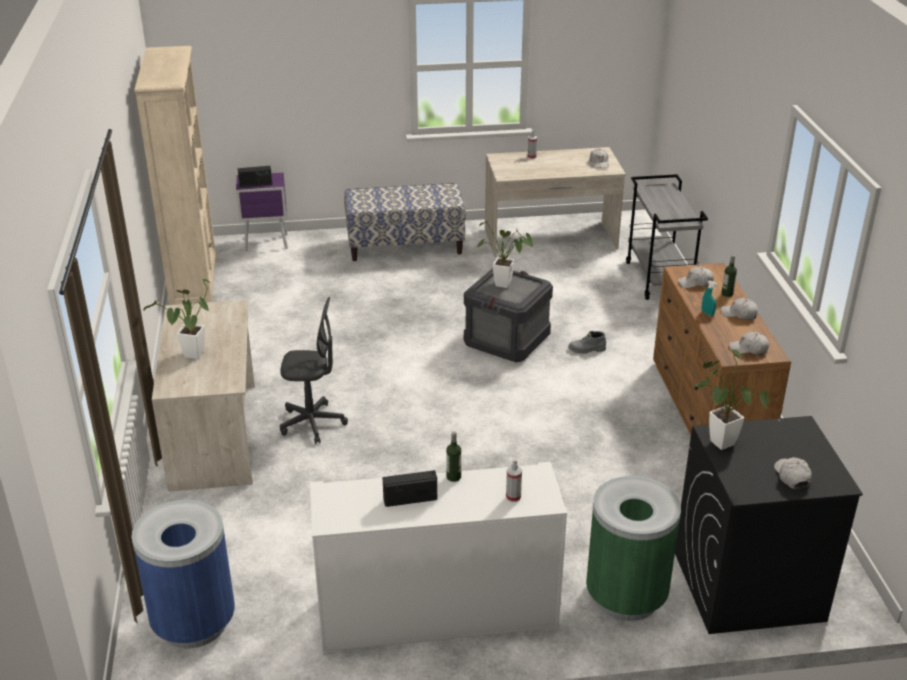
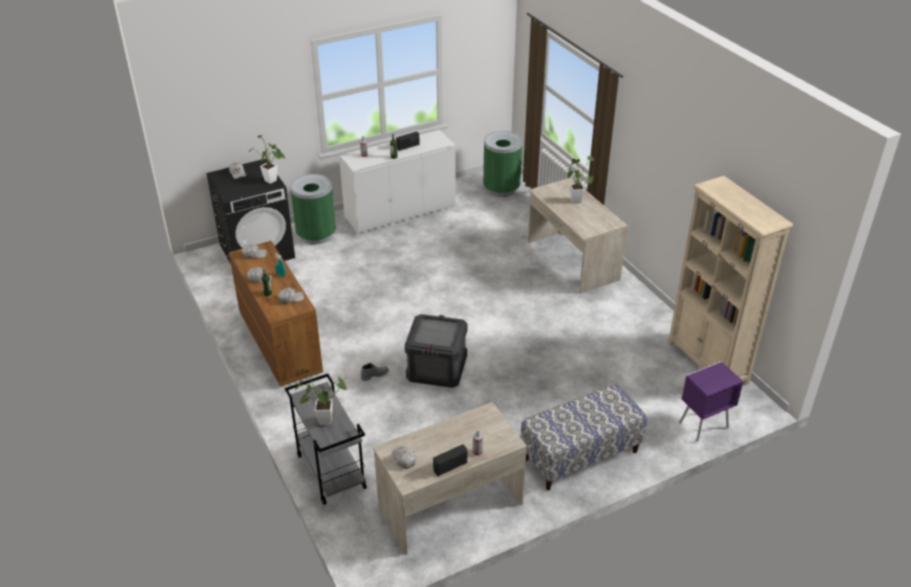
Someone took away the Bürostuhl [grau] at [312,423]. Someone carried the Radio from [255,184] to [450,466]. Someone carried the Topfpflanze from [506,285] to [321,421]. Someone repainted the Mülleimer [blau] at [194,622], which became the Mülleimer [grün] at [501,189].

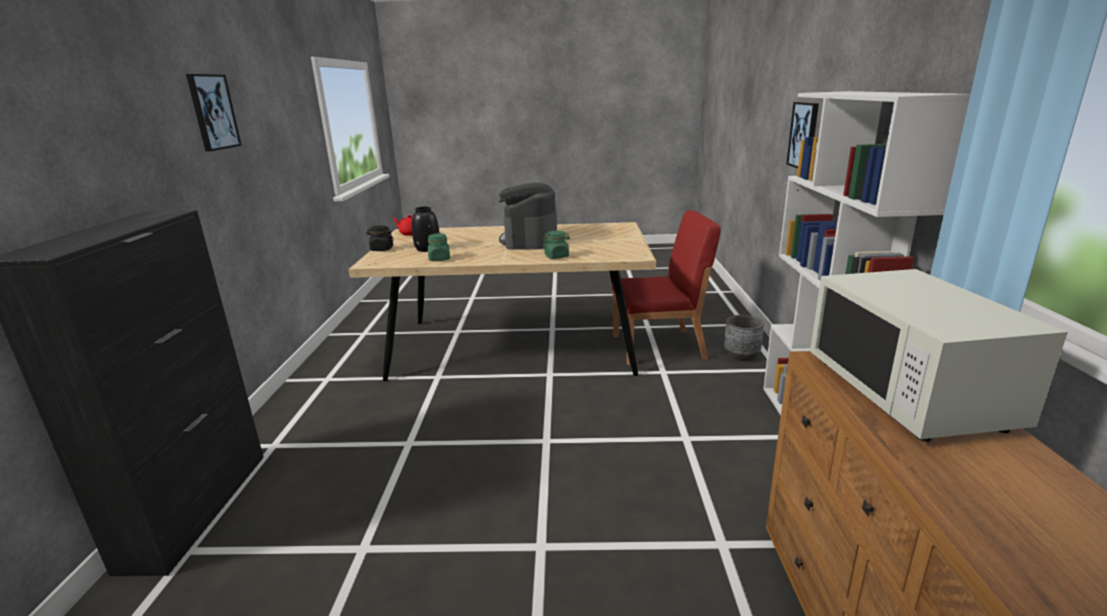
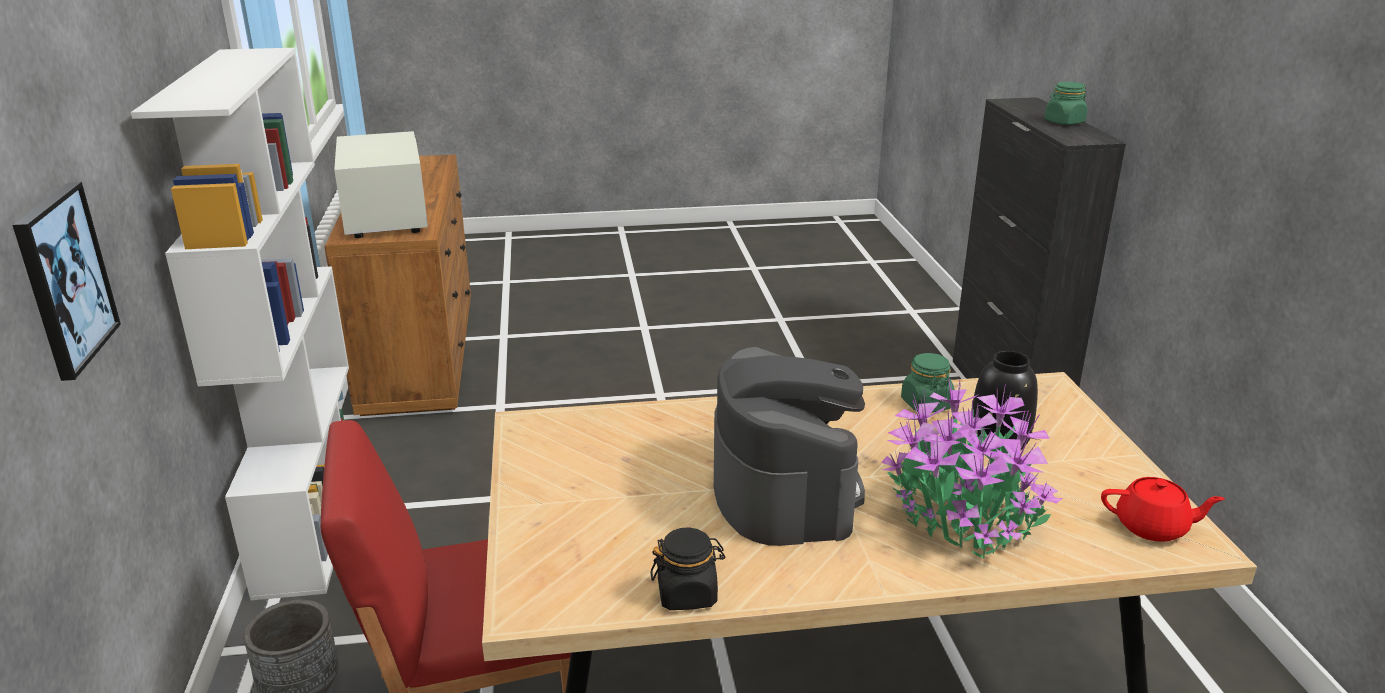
Someone took away the Bild at [212,112]. Someone put down the Topfpflanze at [963,515]. Someone carried the Vorratsglas [schwarz] from [381,249] to [687,594]. Someone carried the Vorratsglas [grün] from [556,256] to [1064,122].

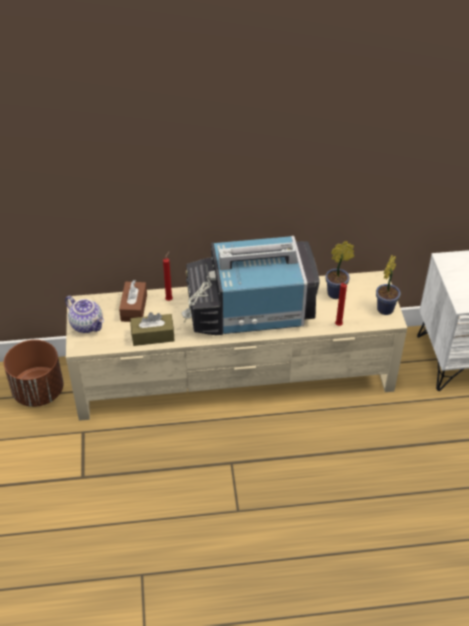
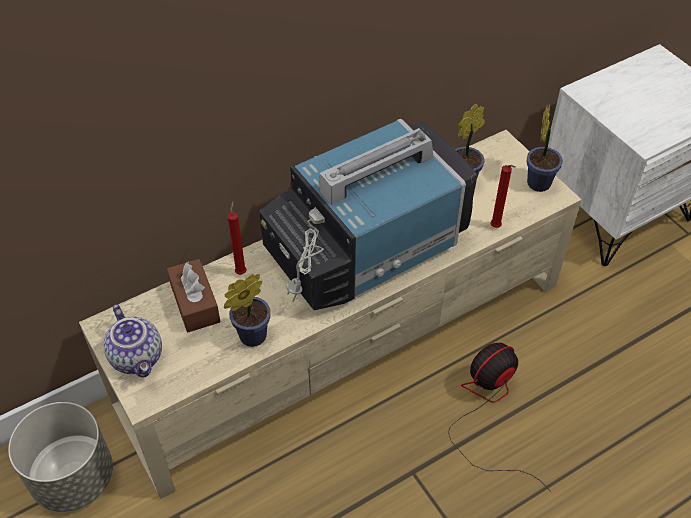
Someone put down the Ventilator at [488,409]. Someone swapped the Taschentuchbox [braun] at [153,336] for the Topfpflanze at [249,337]. Someone repainted the Pflanzkübel [braun] at [39,391], which became the Pflanzkübel [grau] at [74,478]. Someone rotated the Teekanne at [87,325] by 45 degrees clockwise.

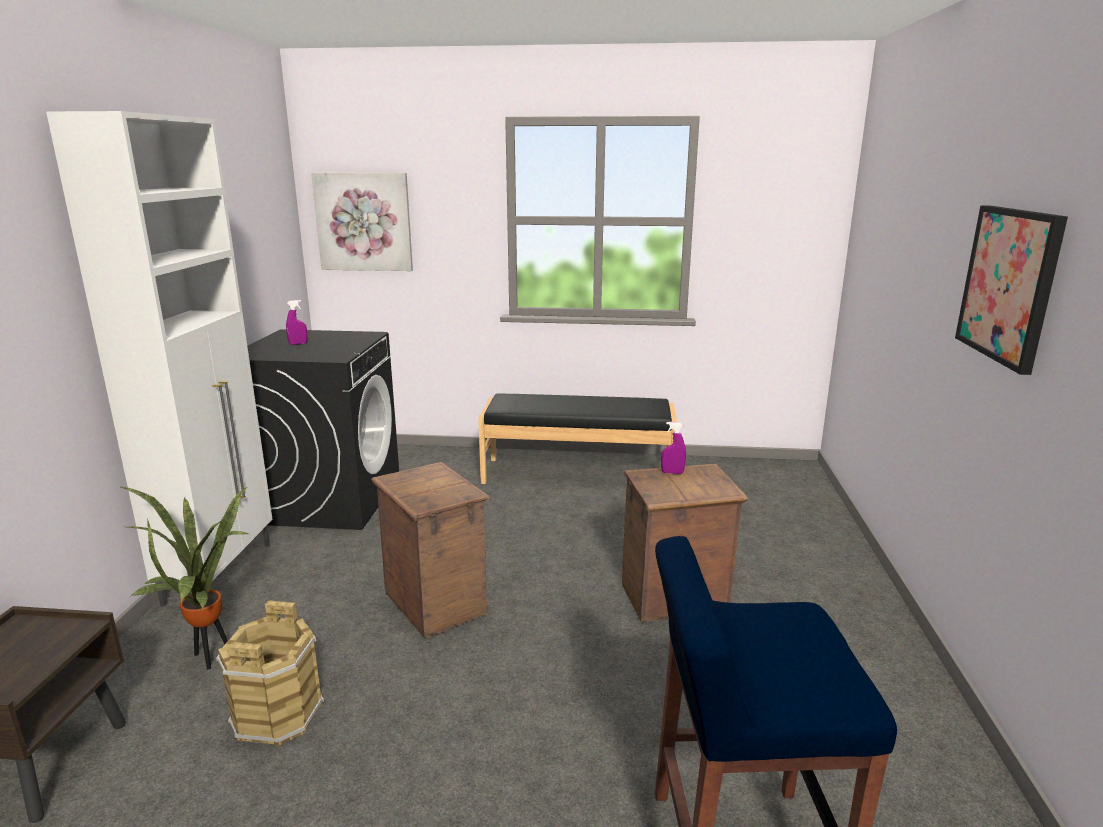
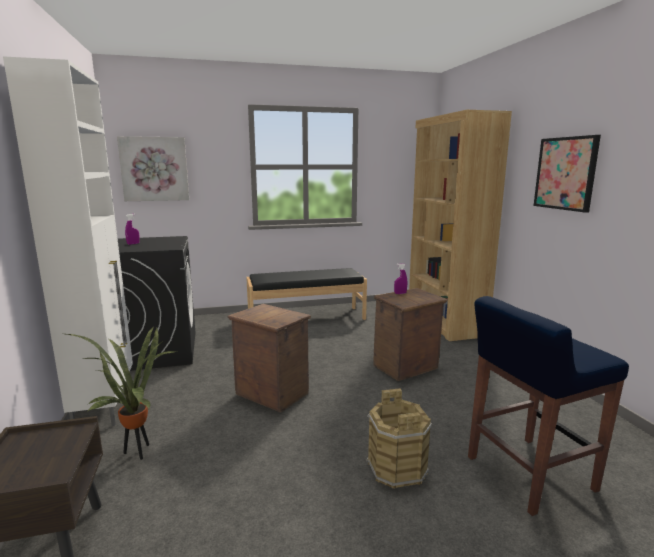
Someone put down the Bücherregal [braun] at [444,322]. Someone carried the Eimer [braun] from [277,714] to [396,468].

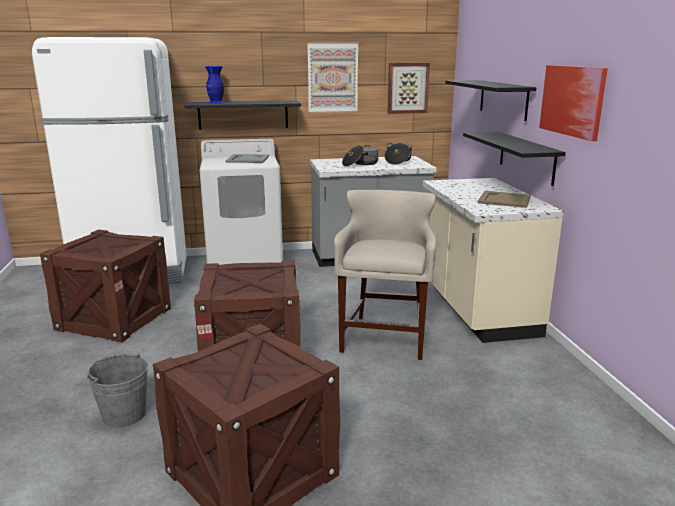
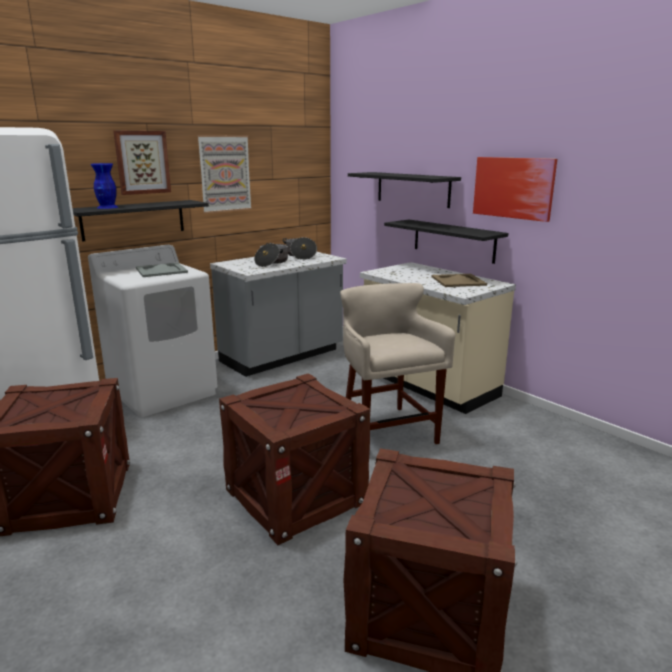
Someone took away the Eimer [grau] at [124,414]. Someone carried the Bild from [407,88] to [142,162].

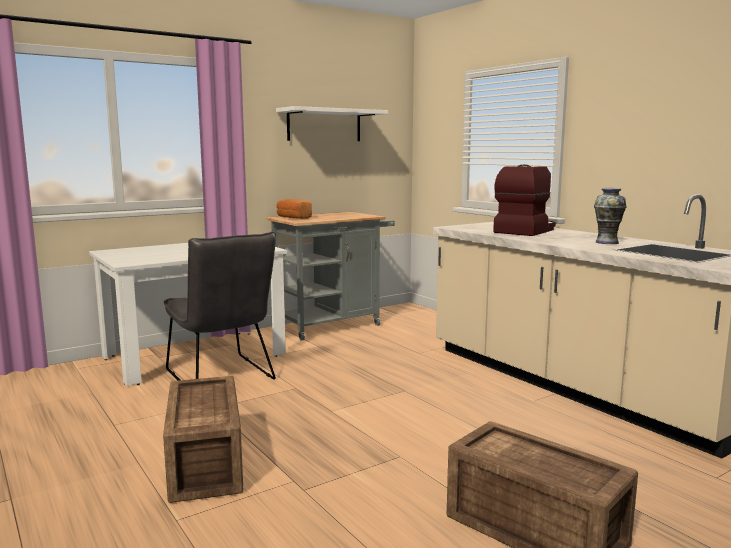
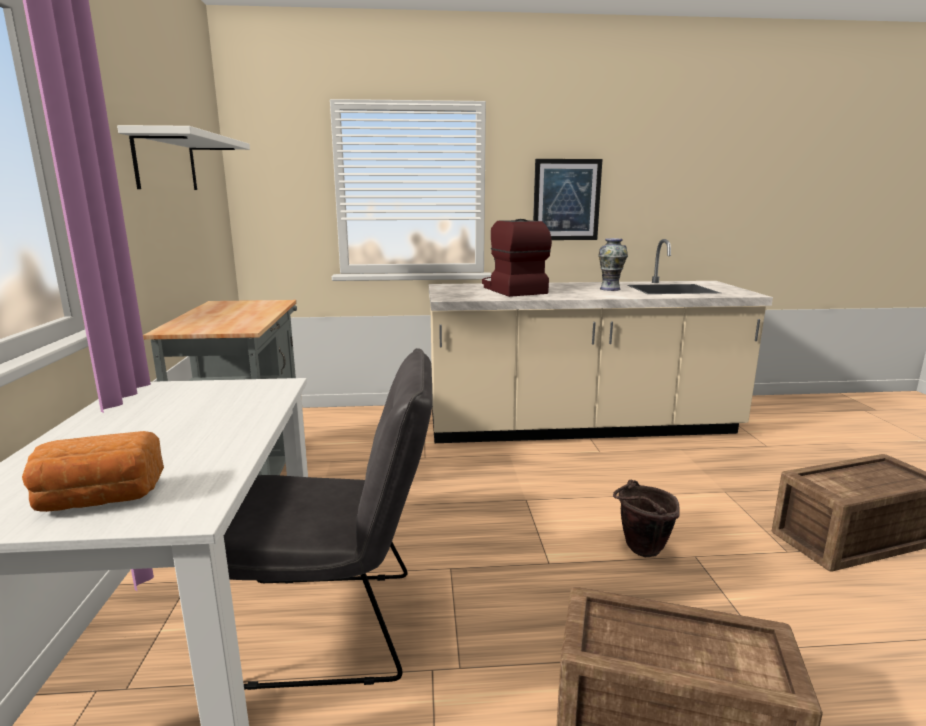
Someone put up the Bild at [566,200]. Someone put down the Eimer [braun] at [640,551]. Someone carried the Brot from [293,218] to [99,499].

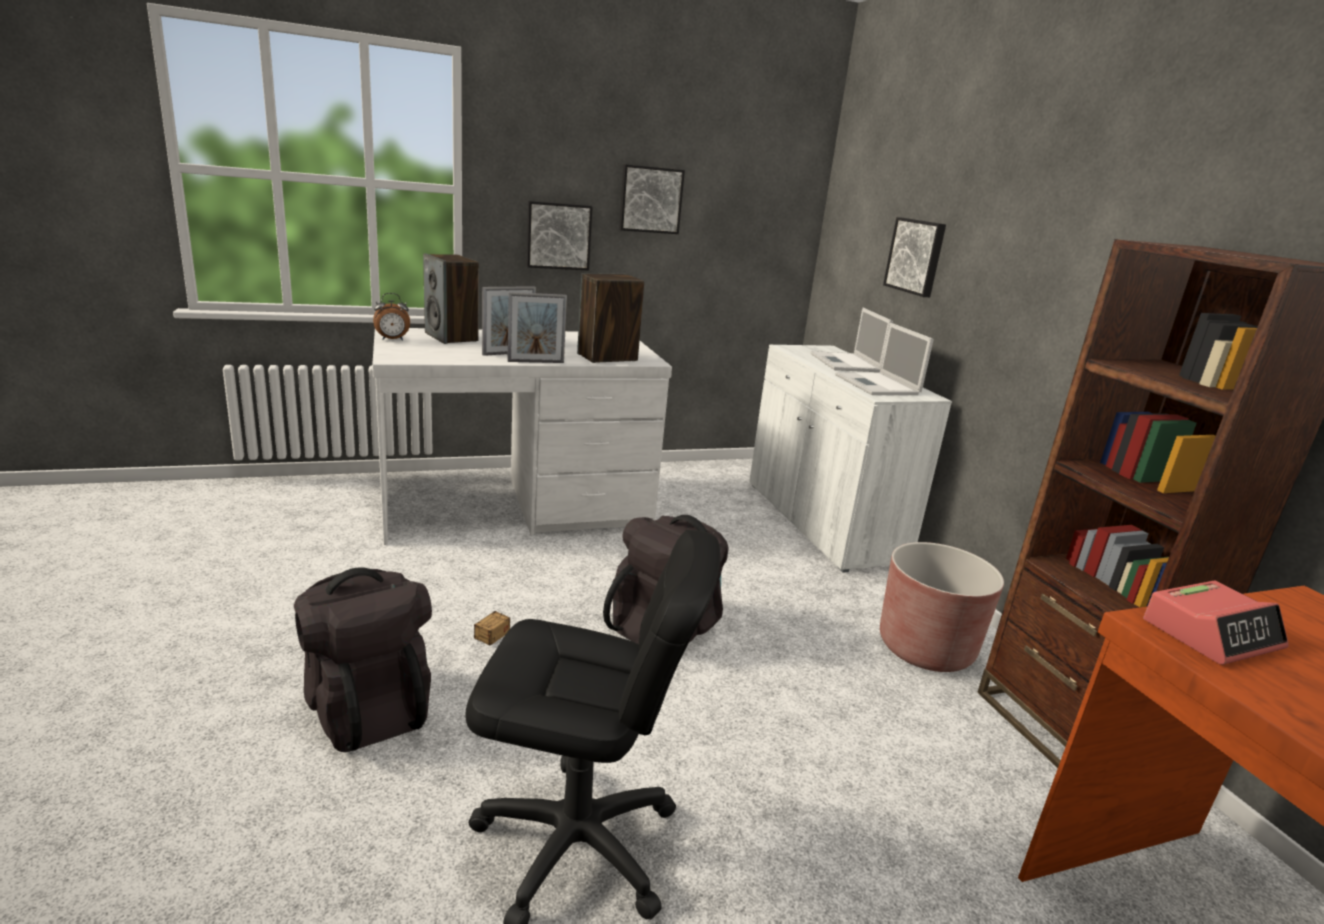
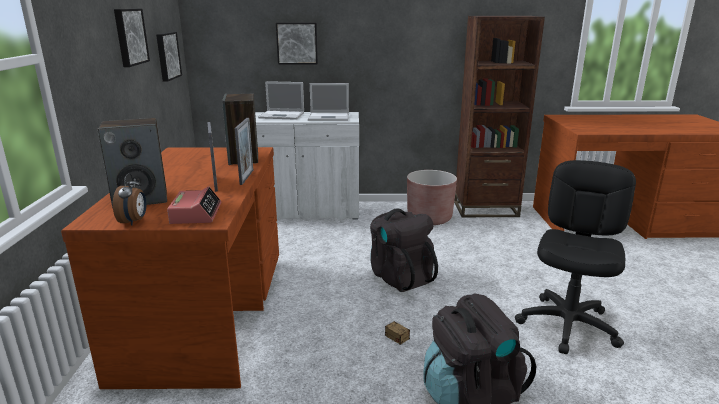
Someone carried the Bild from [558,236] to [167,56]. Someone carried the Wecker from [1211,634] to [196,214]. Someone repainted the Schreibtisch [weiß] at [517,506], which became the Schreibtisch [braun] at [208,312].

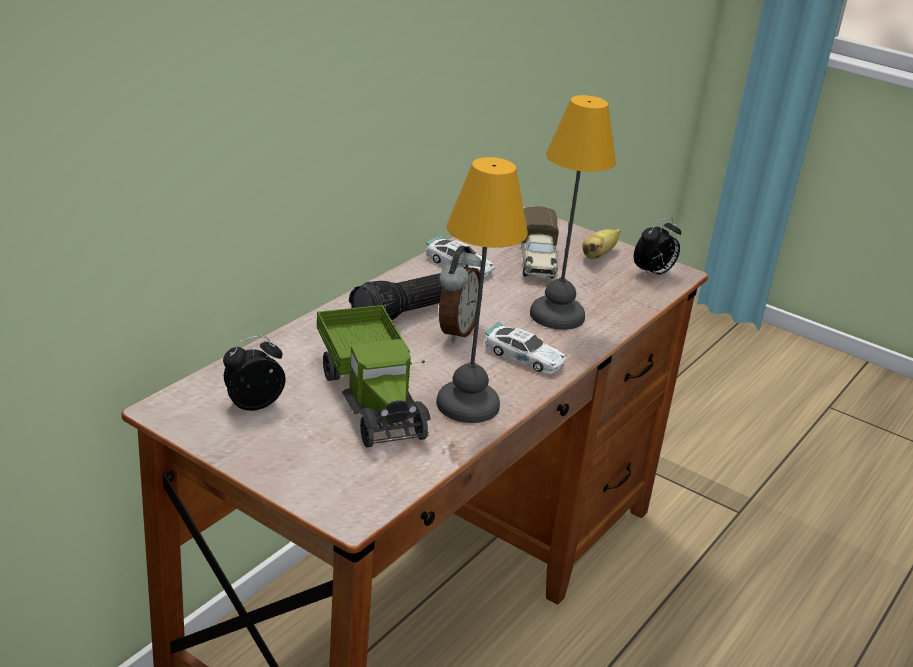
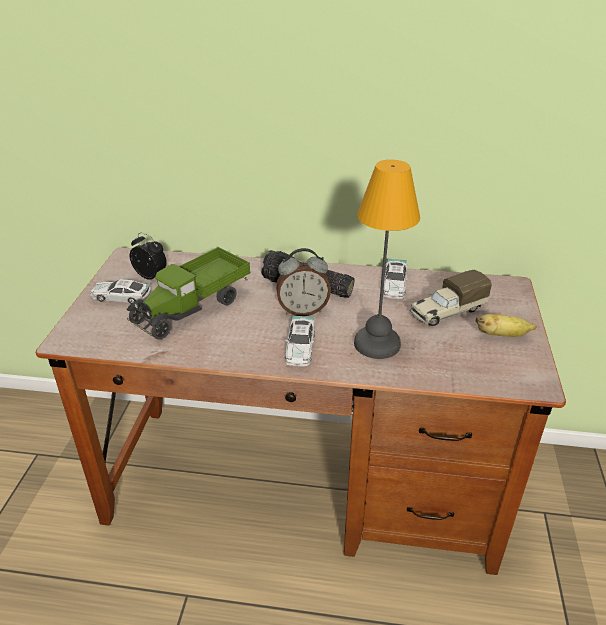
Someone took away the Tischlampe at [468,403]. Someone took away the Wecker at [653,274]. Someone put down the Spielzeugauto at [121,296].

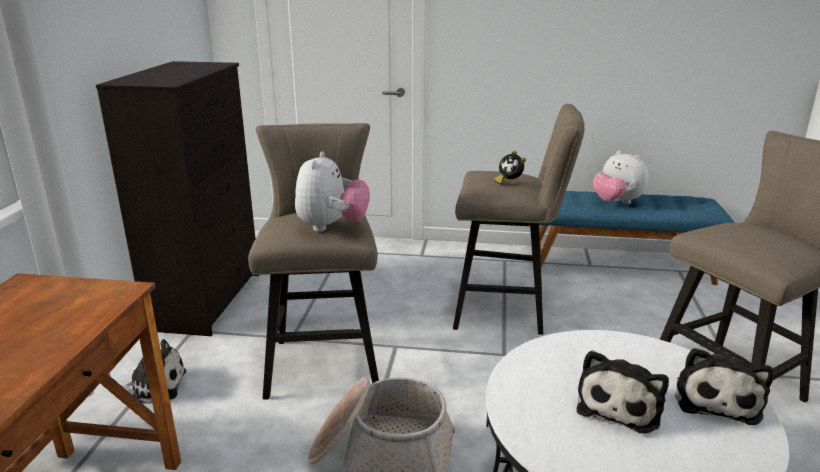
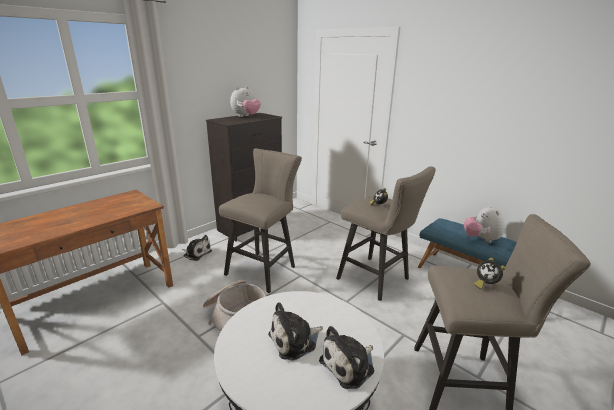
Someone put down the Wecker at [485,284]. Someone carried the Plüschtier from [332,227] to [246,116].

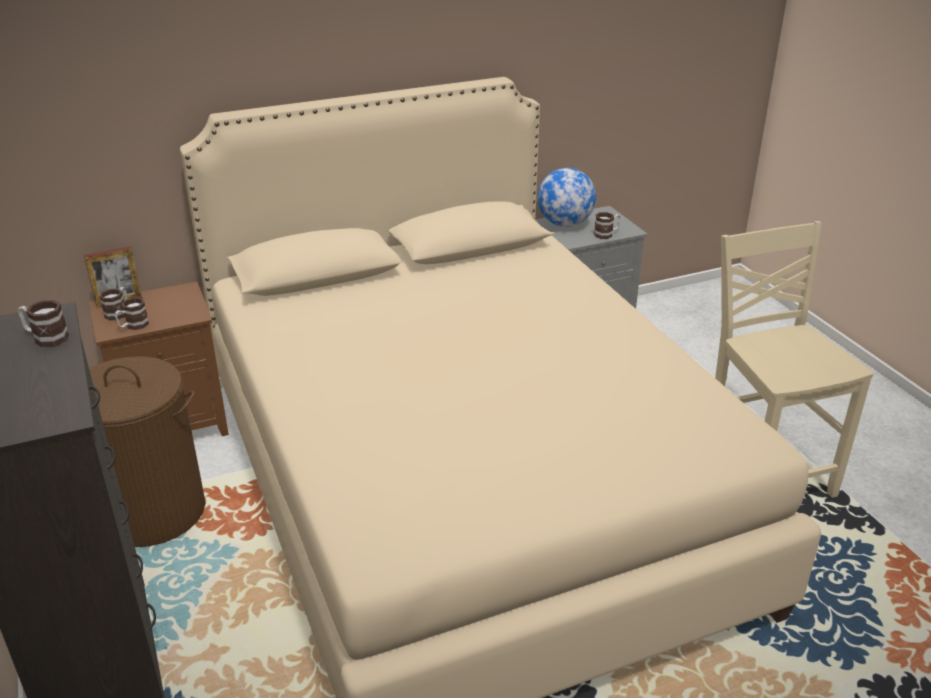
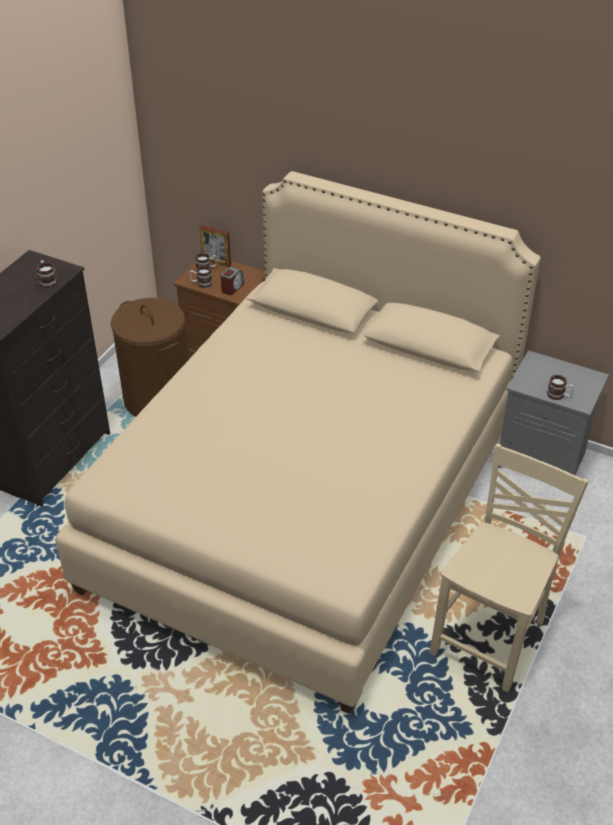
Someone took away the Globus at [565,224]. Someone put down the Wecker at [232,288].

